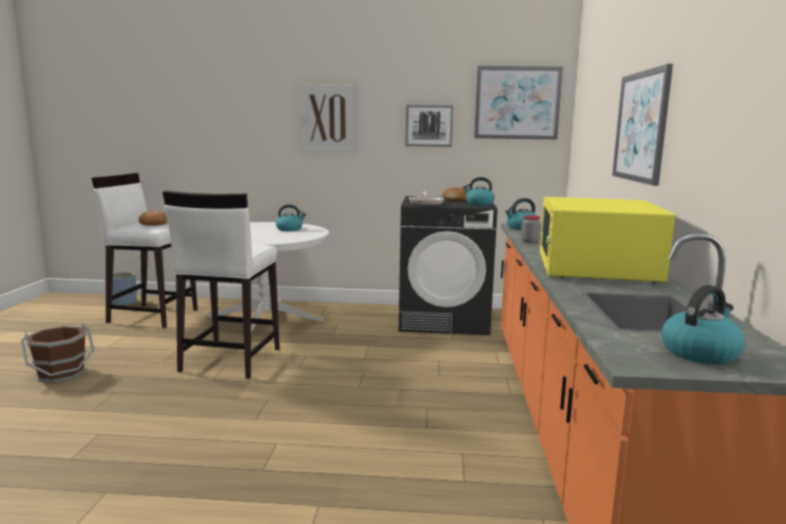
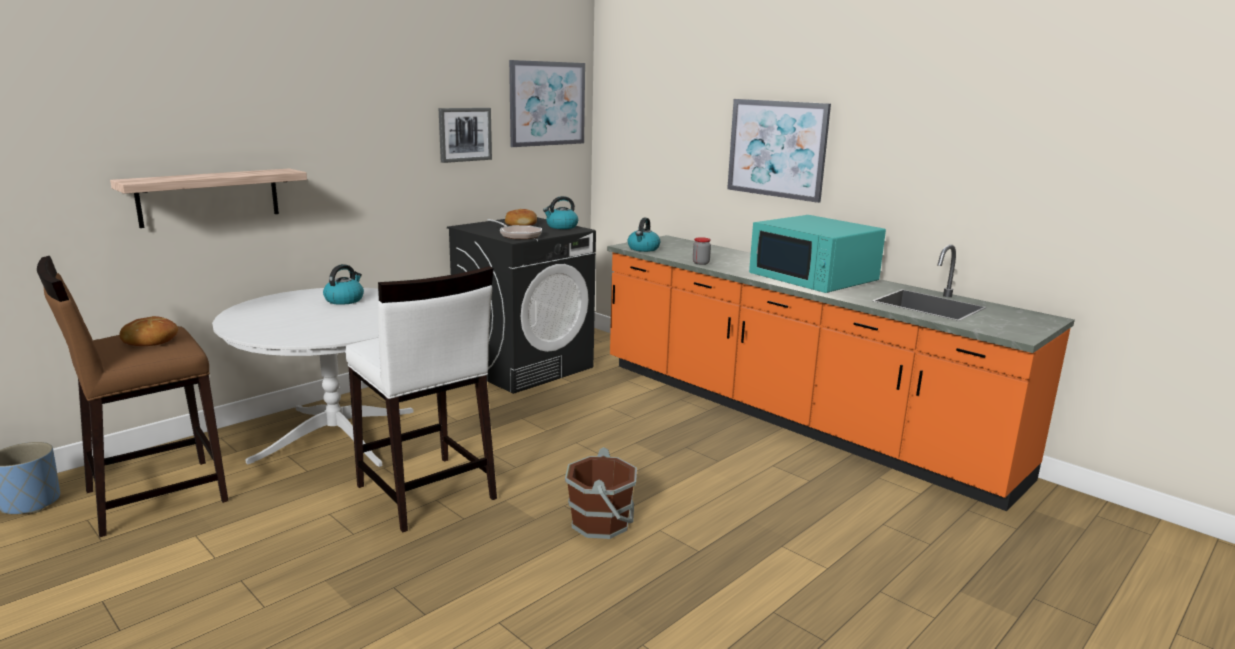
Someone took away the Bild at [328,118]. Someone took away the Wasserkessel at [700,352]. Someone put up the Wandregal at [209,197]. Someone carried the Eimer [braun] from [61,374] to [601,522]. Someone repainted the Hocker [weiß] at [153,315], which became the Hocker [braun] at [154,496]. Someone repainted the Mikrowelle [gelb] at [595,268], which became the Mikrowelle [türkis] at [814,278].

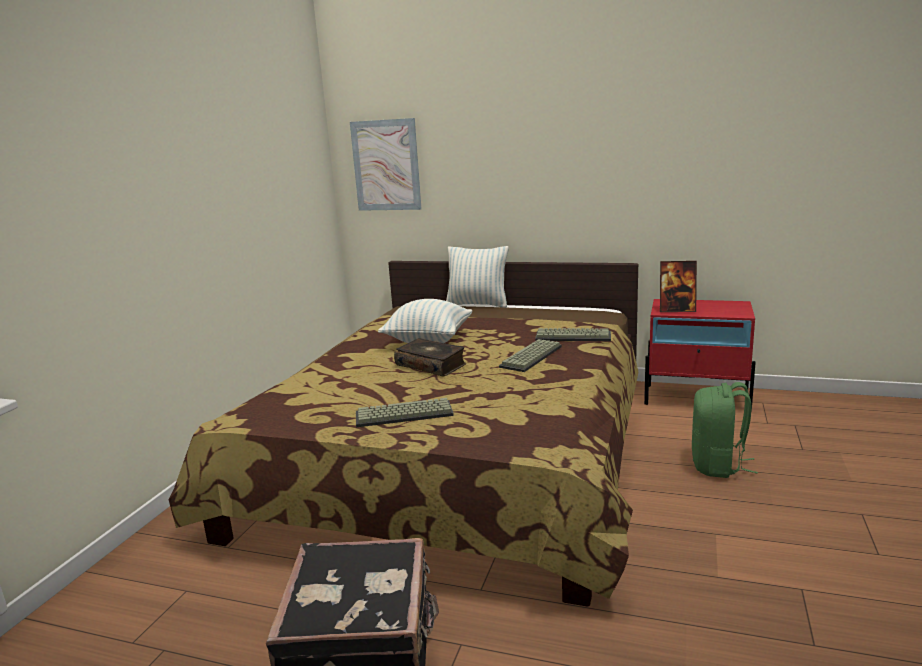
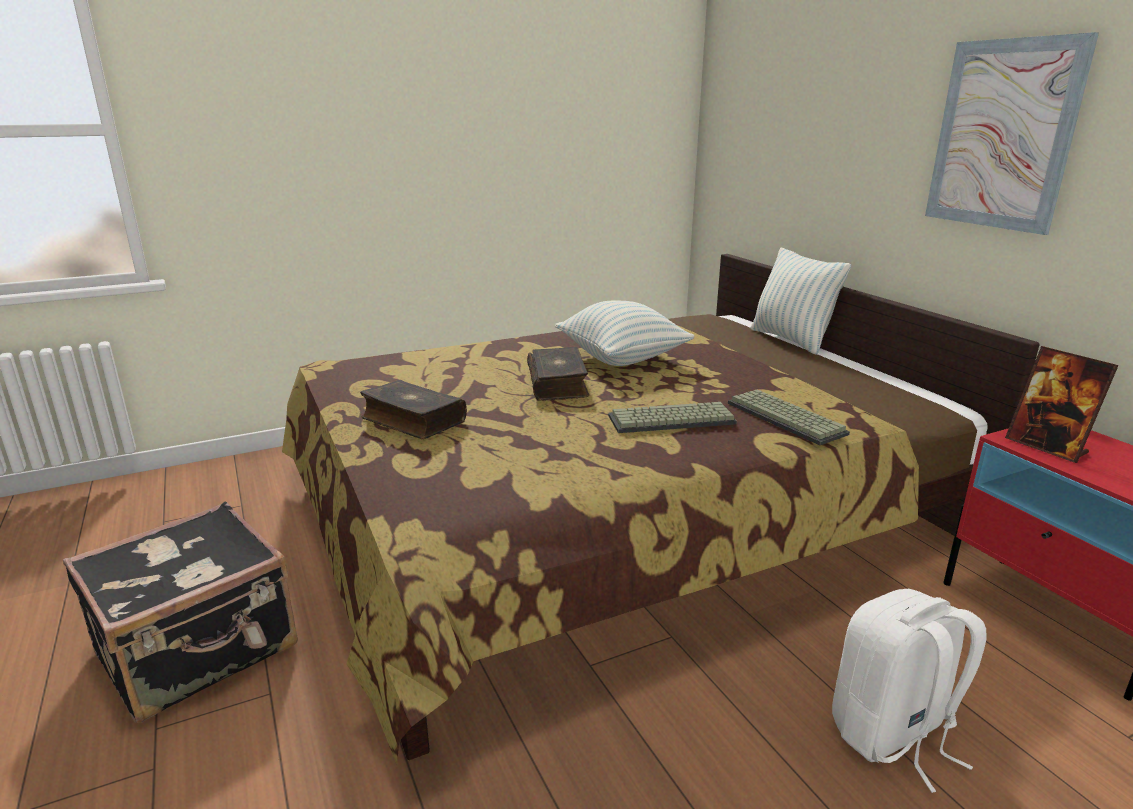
Someone carried the Bild from [386,165] to [1003,135]. Someone swapped the Tastatur at [403,415] for the Buch at [412,420]. Someone repainted the Rucksack [grün] at [718,465], which became the Rucksack [weiß] at [892,735].

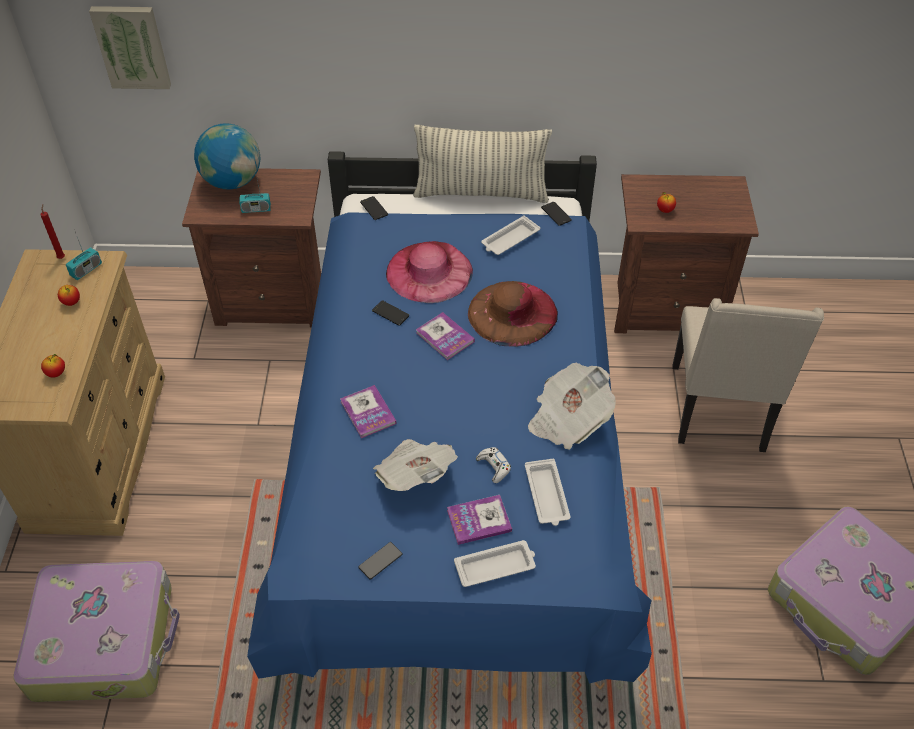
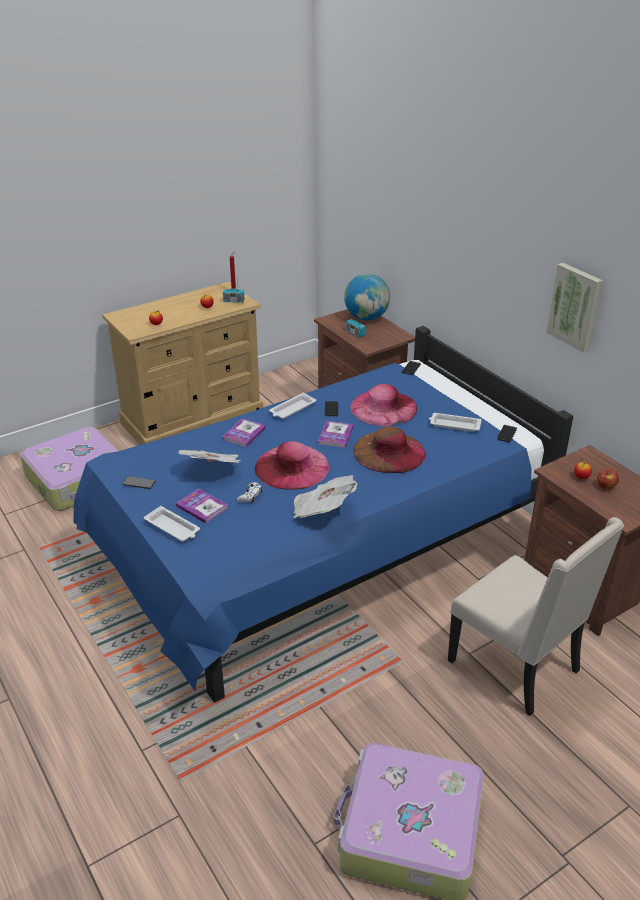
Someone took away the Kissen at [481,193]. Someone put down the Hut [rosa] at [292,467]. Someone put down the Apfel at [606,486]. Someone carried the Bild from [132,46] to [576,306]. Someone carried the Tablett [weiß] from [547,495] to [292,409]. Someone rotated the Stuhl [beige] at [720,410] by 105 degrees counterclockwise.

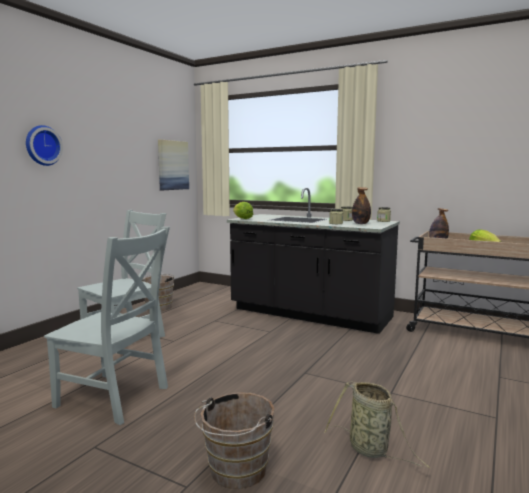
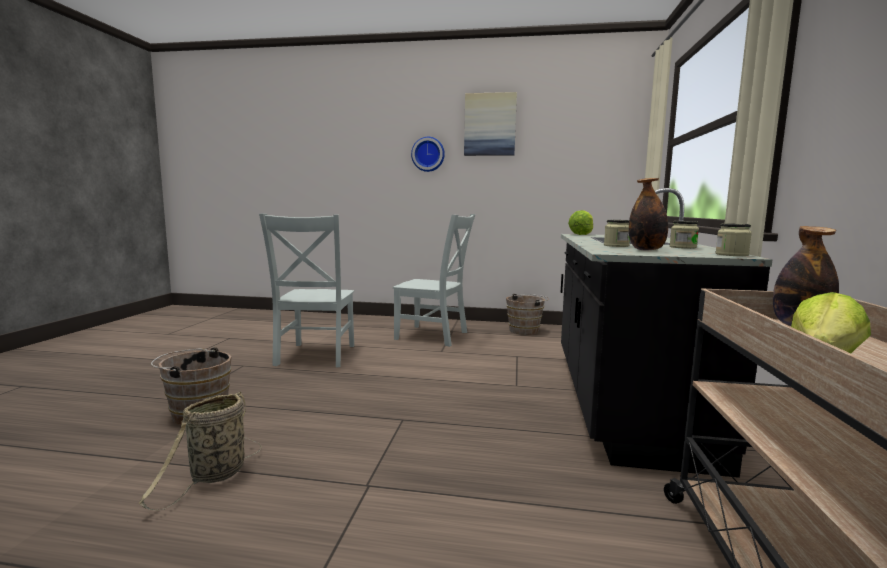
Someone carried the Bild from [172,165] to [490,124].

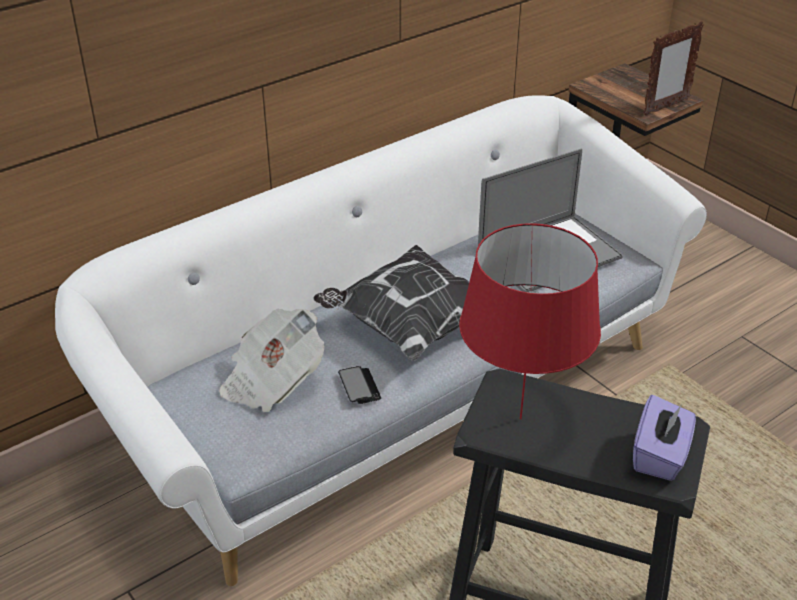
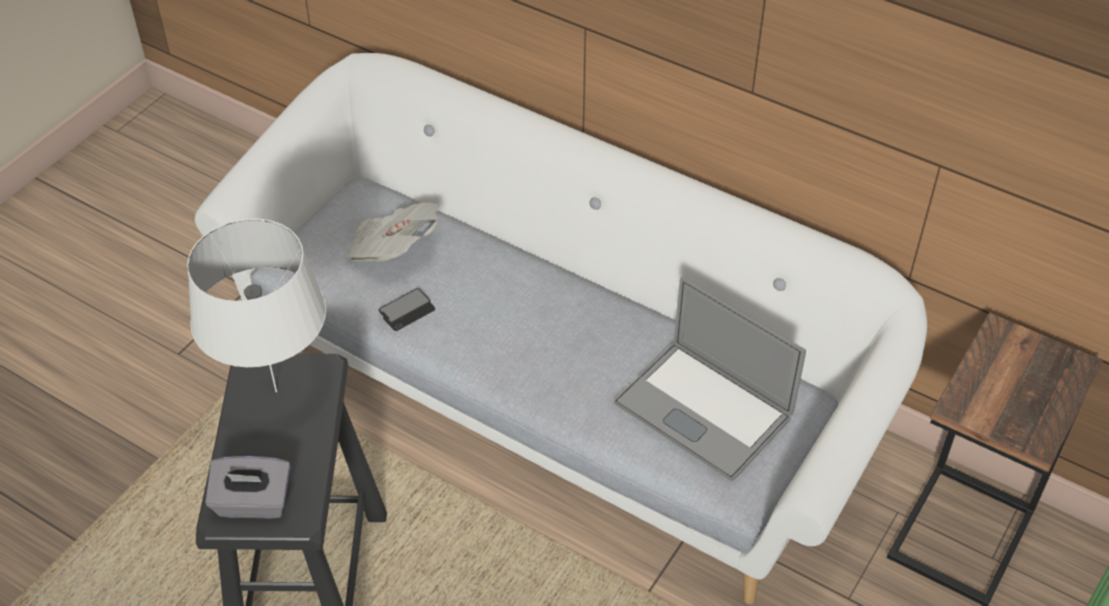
Someone took away the Kissen at [409,325]. Someone took away the Bilderrahmen at [665,107]. Someone repainted the Tischlampe [rot] at [520,419], which became the Tischlampe [weiß] at [275,391]. Someone repainted the Taschentuchbox [lila] at [660,455], which became the Taschentuchbox [grau] at [253,503].

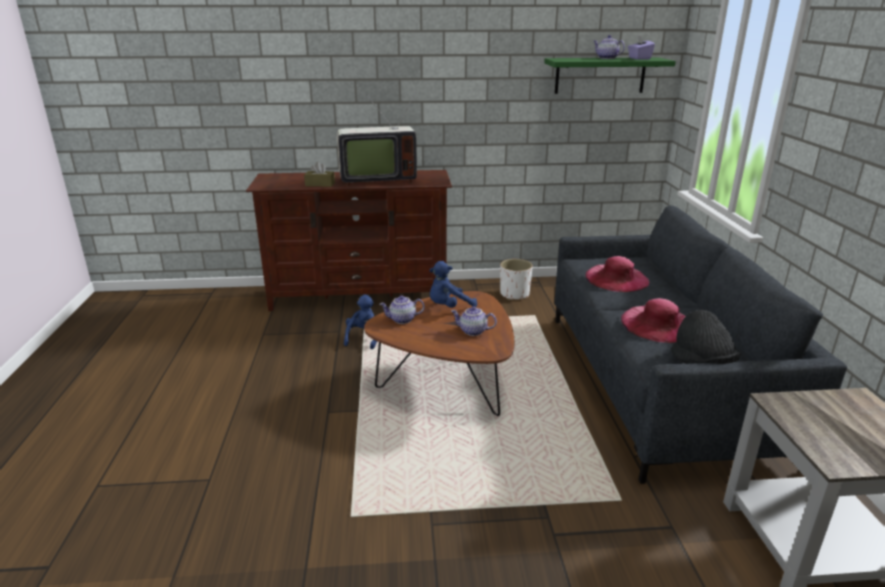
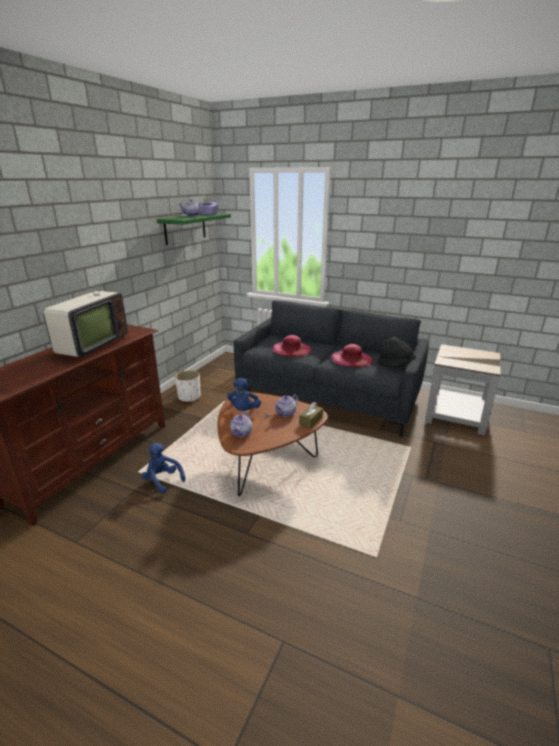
Someone carried the Taschentuchbox [braun] from [320,184] to [311,421].

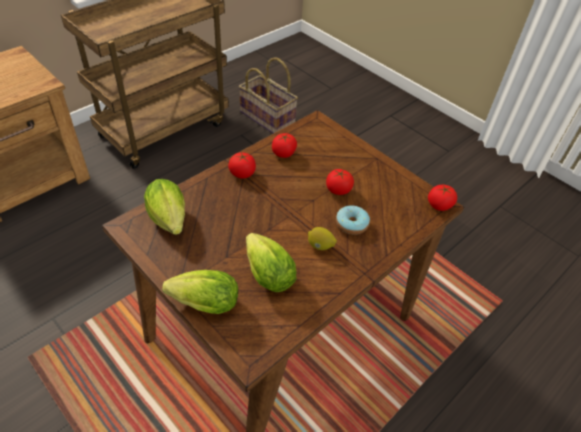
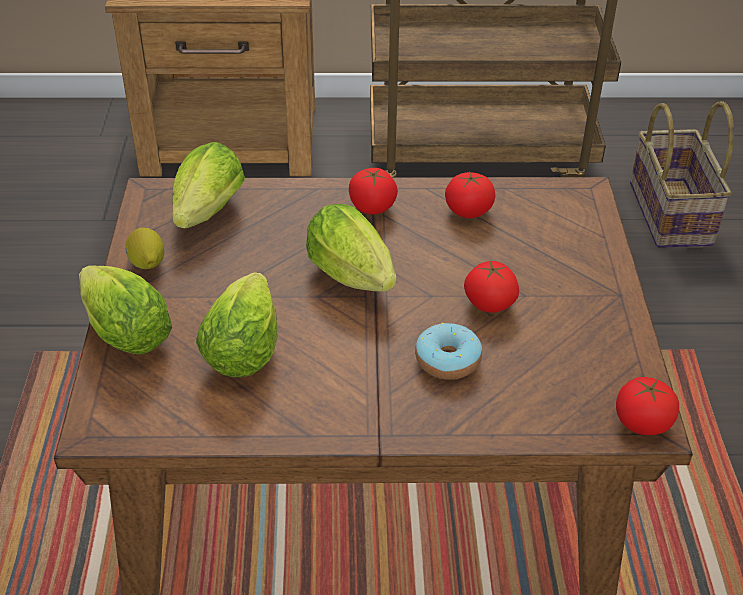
Someone put down the Salatkopf at [355,279]. Someone carried the Zitrone from [320,246] to [147,264].

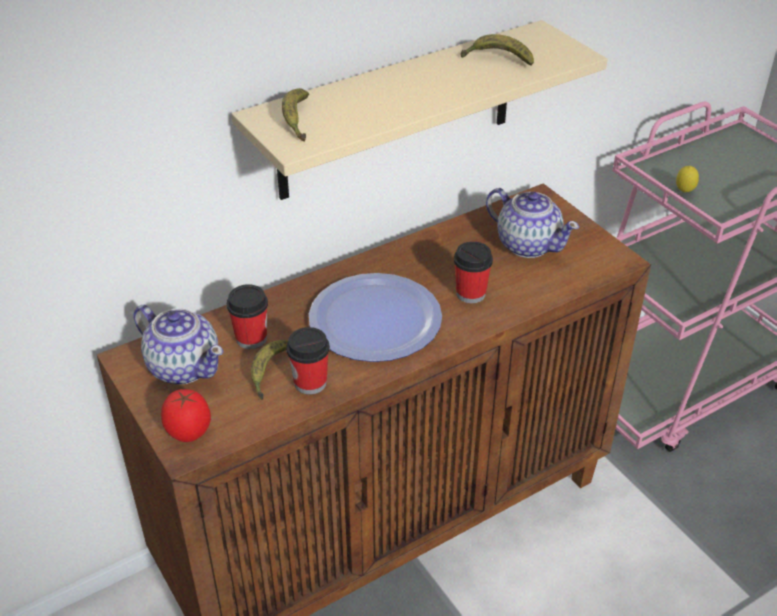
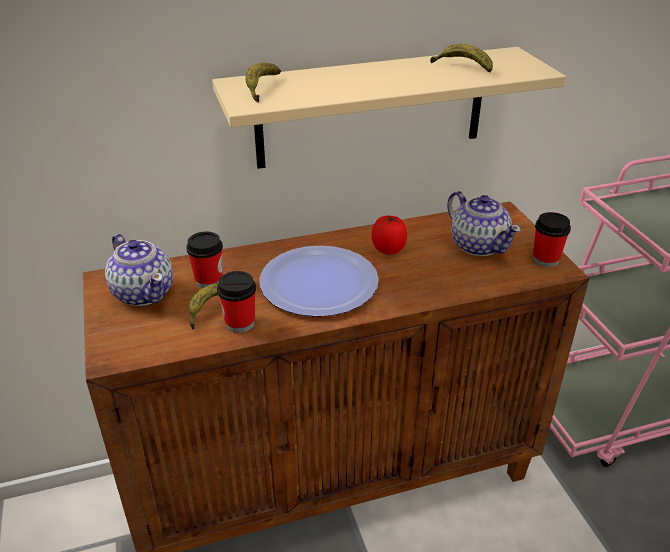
Someone took away the Zitrone at [684,192]. Someone carried the Tomate from [189,431] to [388,250]. Someone carried the Tasse from [470,294] to [545,259].

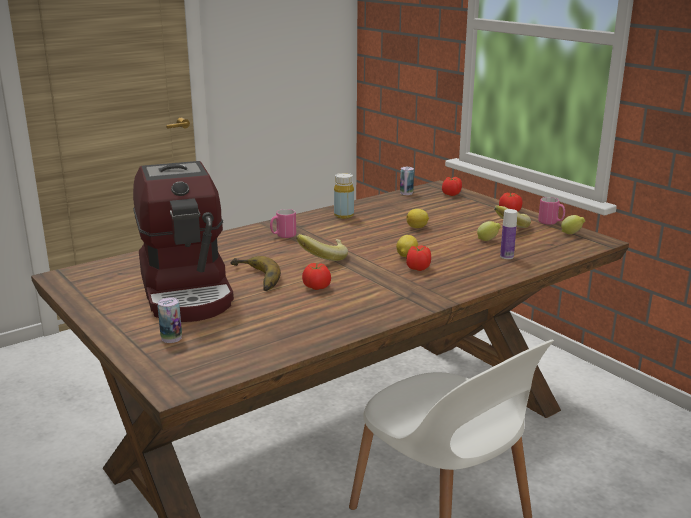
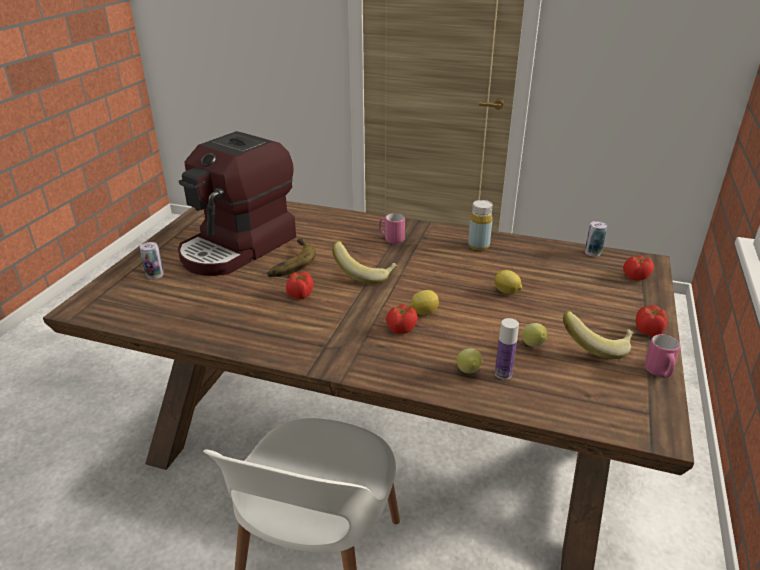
Someone carried the Zitrone from [571,234] to [468,372].

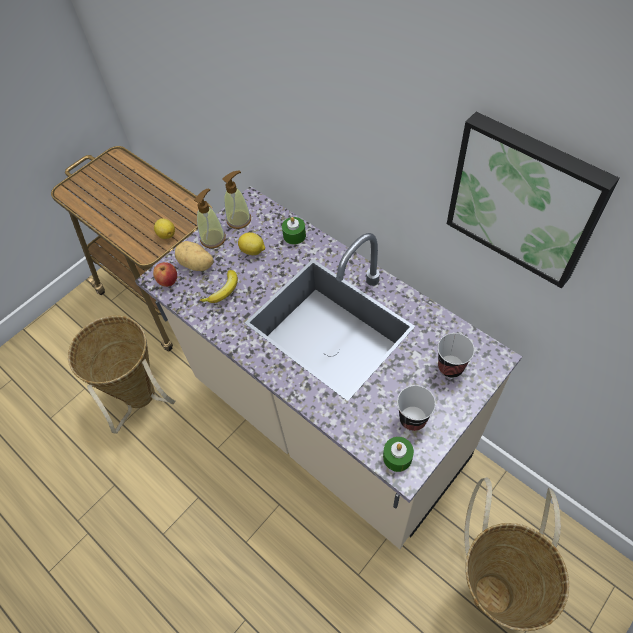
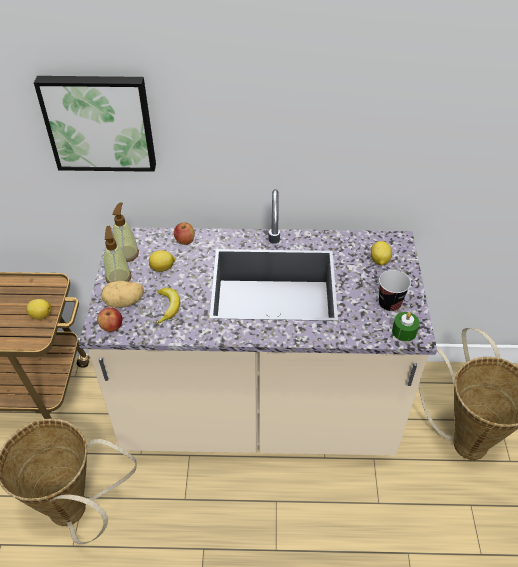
Someone carried the Bild from [525,198] to [99,122]. Someone swapped the Kerze [grün] at [294,235] for the Apfel at [185,241]. Someone swapped the Tasse at [450,367] for the Zitrone at [379,261].

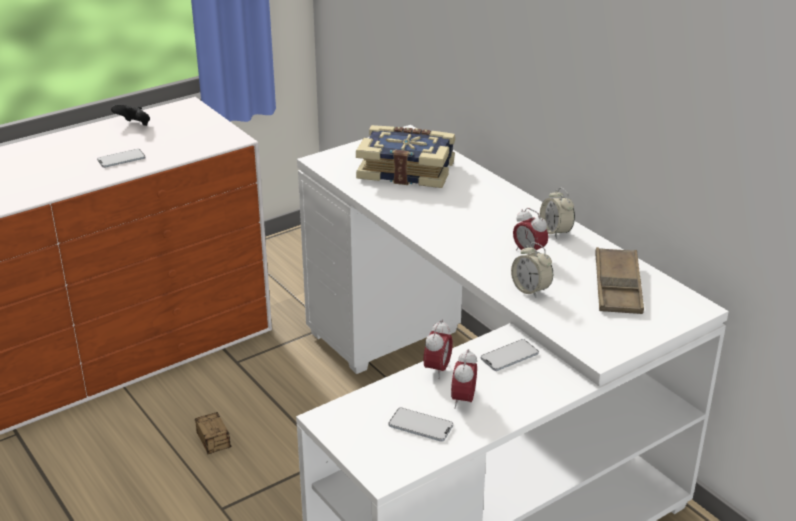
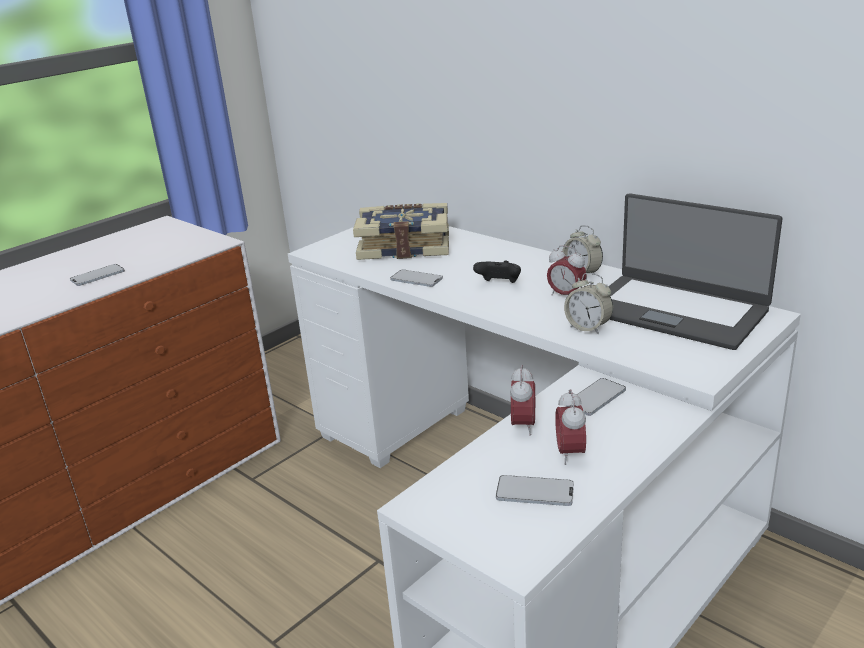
Someone took away the Aufbewahrungsbox at [221,456]. Someone put down the Handy at [416,279]. Someone carried the Gamepad [schwarz] from [134,125] to [499,284]. Someone swapped the Tablett [braun] at [617,287] for the Laptop at [675,311].

